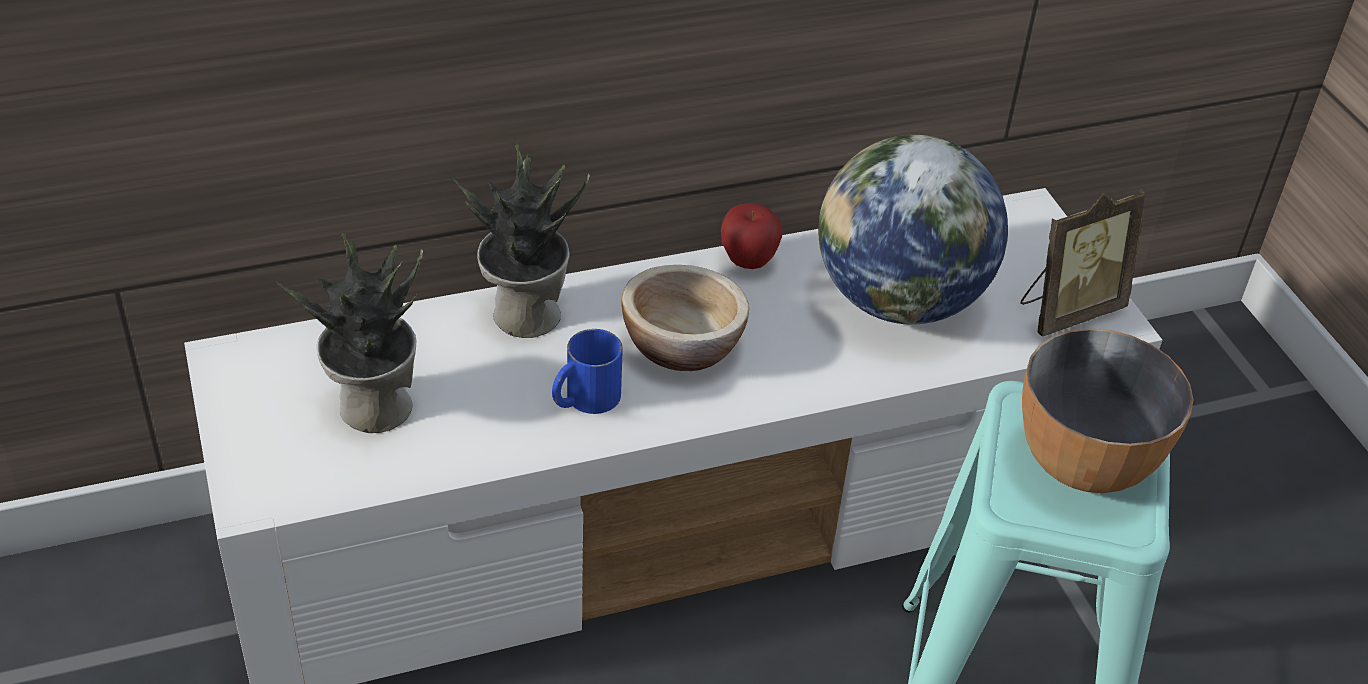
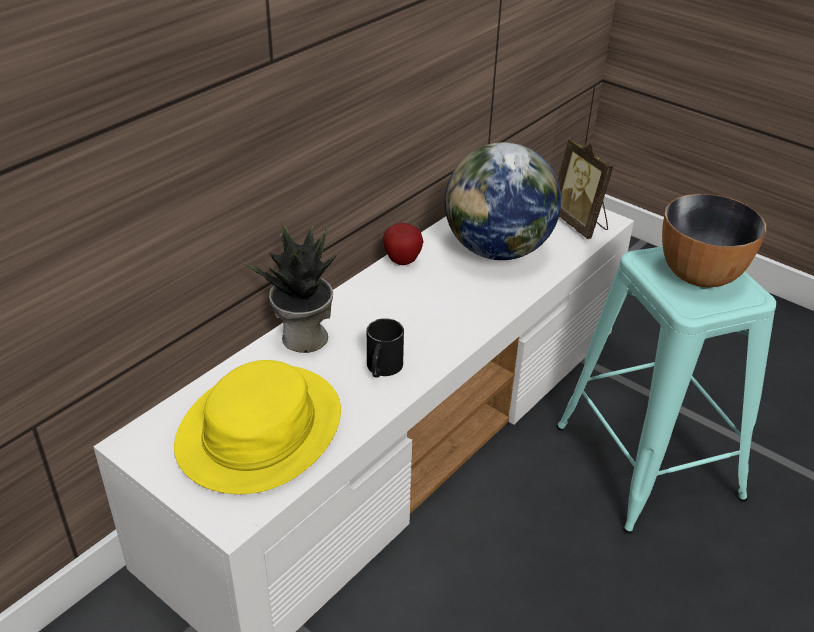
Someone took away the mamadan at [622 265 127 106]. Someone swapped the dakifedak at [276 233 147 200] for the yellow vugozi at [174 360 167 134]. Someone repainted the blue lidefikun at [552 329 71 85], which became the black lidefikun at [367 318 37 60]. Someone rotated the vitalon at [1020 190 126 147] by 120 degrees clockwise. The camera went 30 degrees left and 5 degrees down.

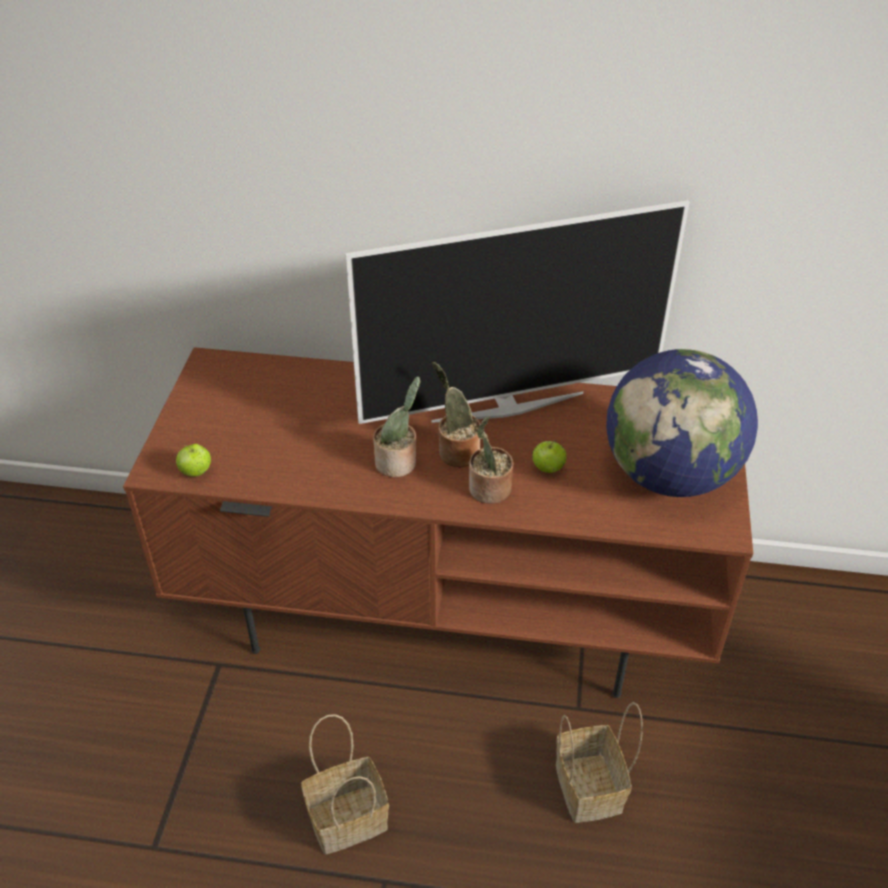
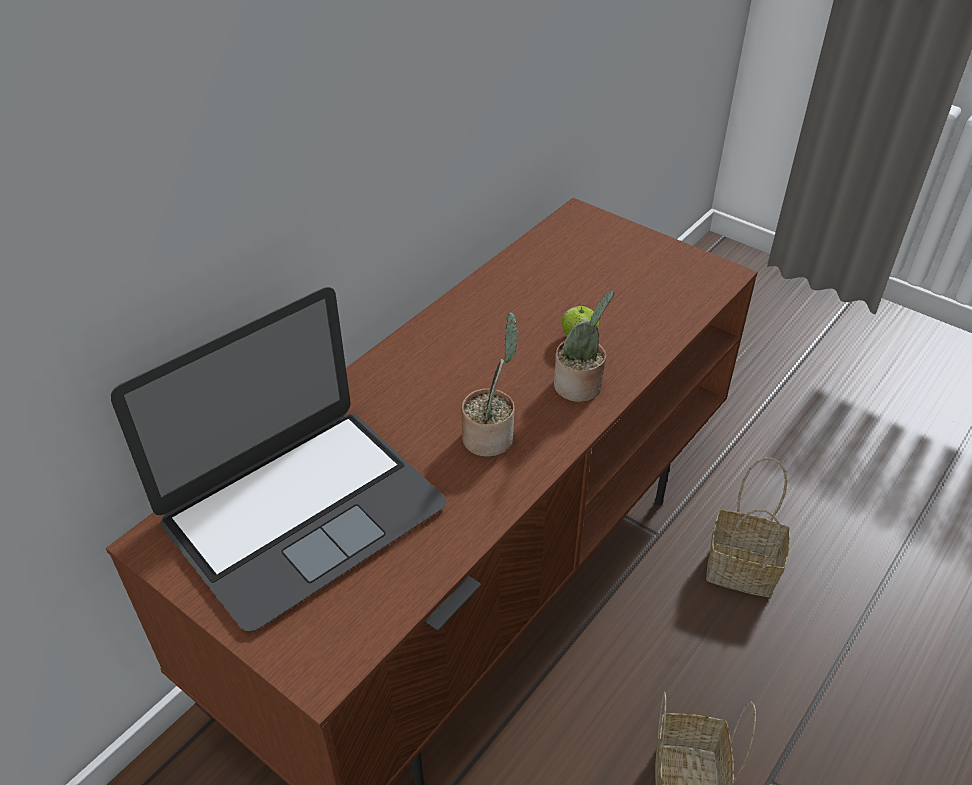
Someone took away the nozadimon at [176 444 35 33]. Someone took away the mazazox at [345 200 345 224]. Someone took away the dakifedak at [432 362 48 105]. Someone took away the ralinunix at [606 349 152 148]. Someone put down the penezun at [111 287 336 345]. The camera went 60 degrees left and 0 degrees up.

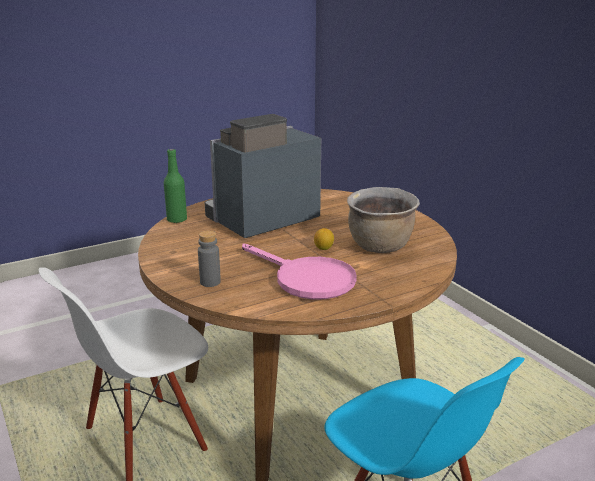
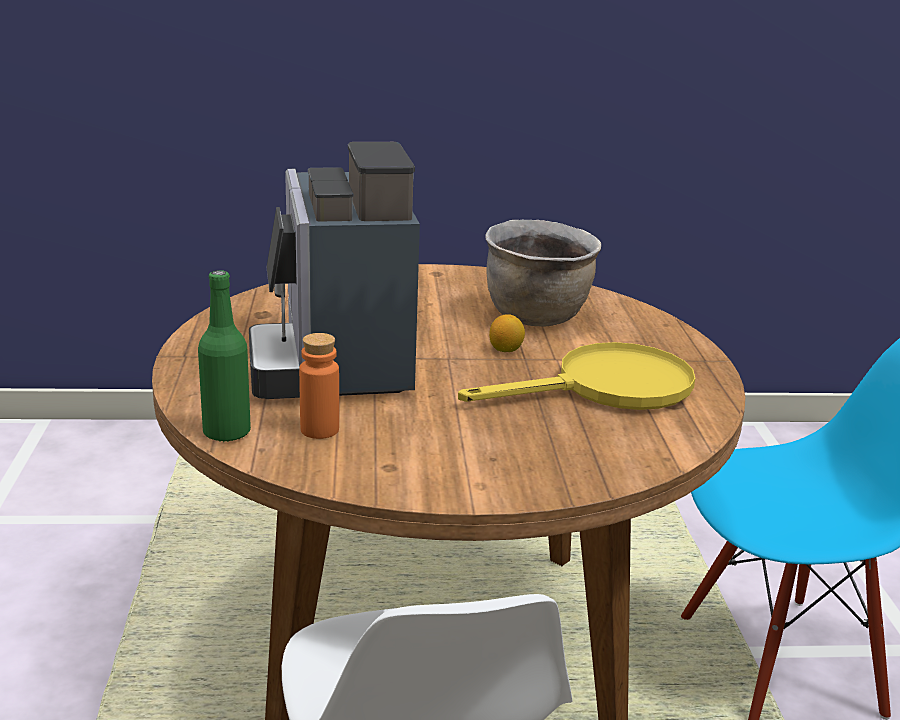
Someone took away the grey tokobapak at [198 231 23 56]. Someone put down the orange tokobapak at [299 333 40 106]. Someone repainted the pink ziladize at [242 244 115 56], which became the yellow ziladize at [458 342 237 68]. The camera went 65 degrees left and 0 degrees up.

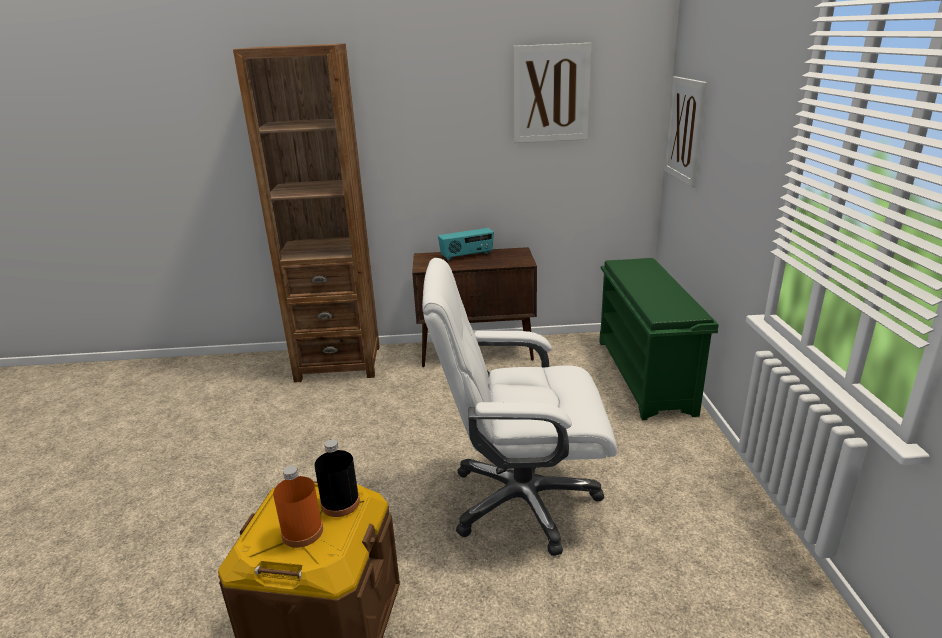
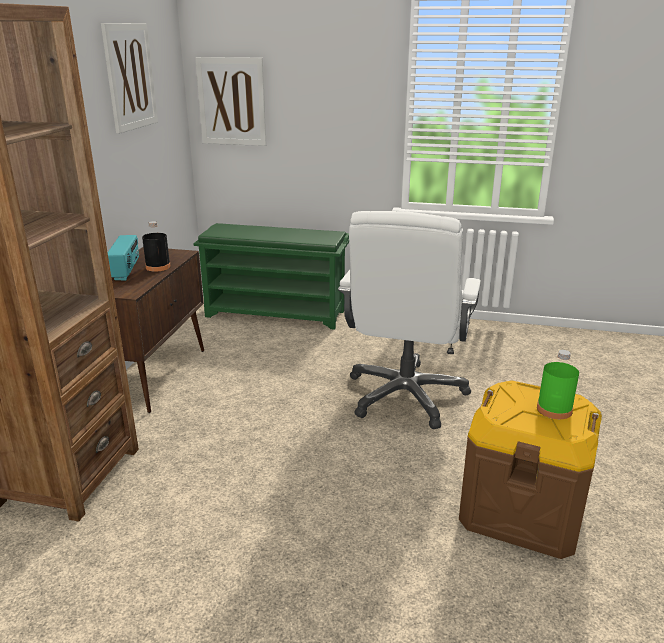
Someone carried the black tokobapak from [315 439 45 78] to [142 221 29 51]. Someone repainted the orange tokobapak at [273 466 50 82], which became the green tokobapak at [537 350 42 69]. The camera went 75 degrees left and 0 degrees up.

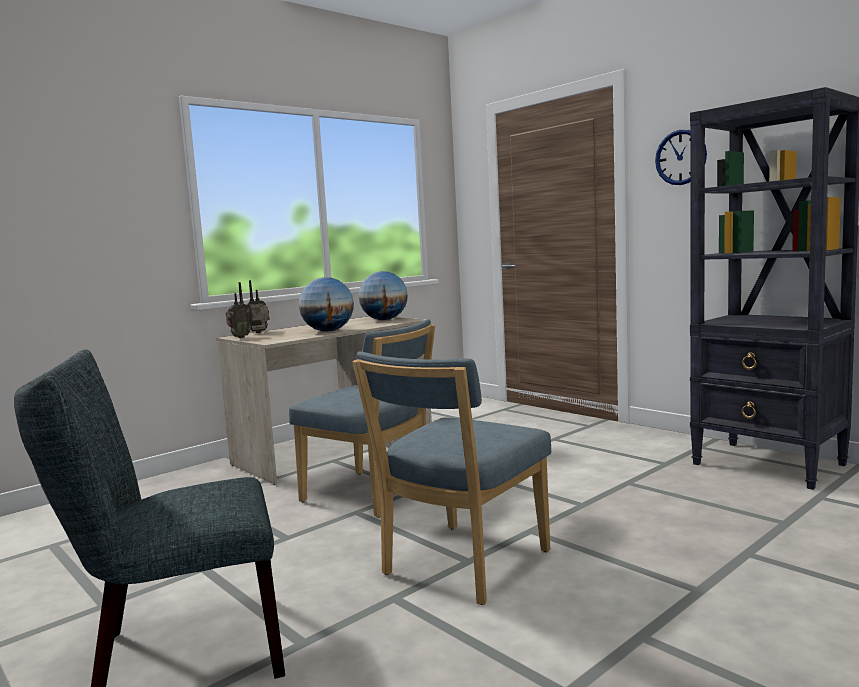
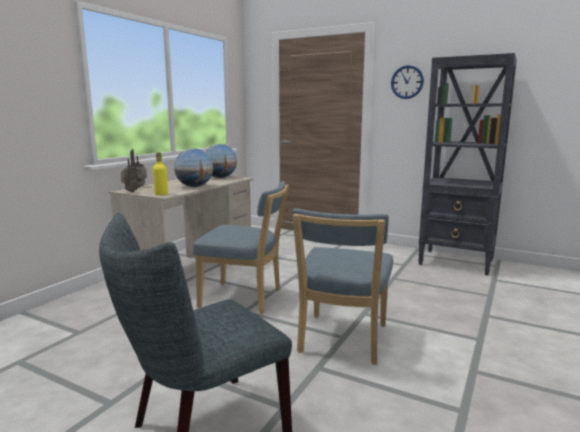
Someone put down the yellow tokobapak at [153 152 15 44]. The camera went 20 degrees left and 5 degrees up.

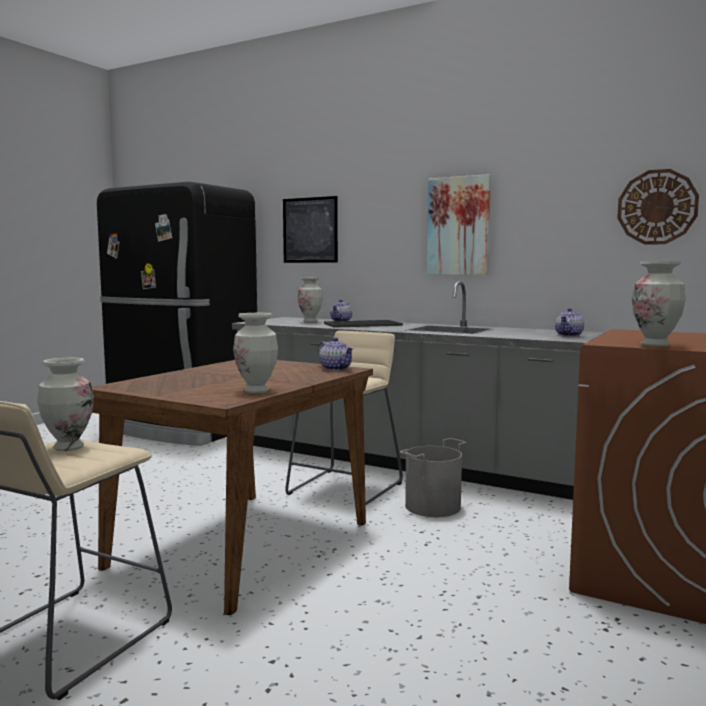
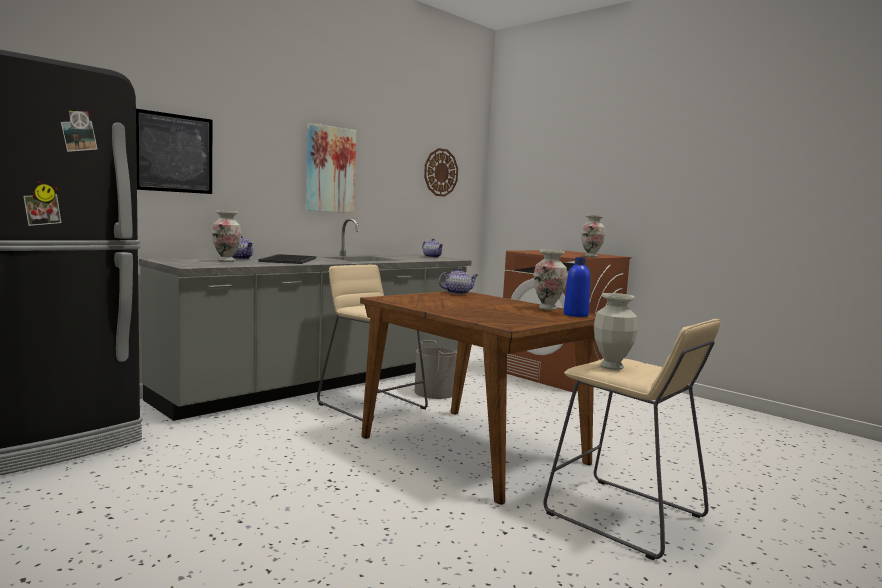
Someone put down the blue tokobapak at [563 257 28 60]. The camera went 75 degrees left and 0 degrees up.

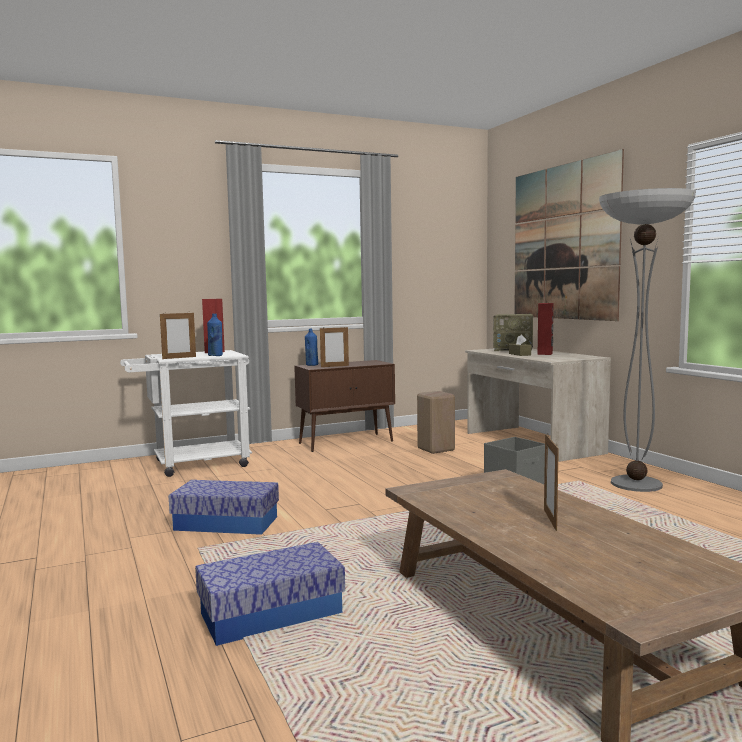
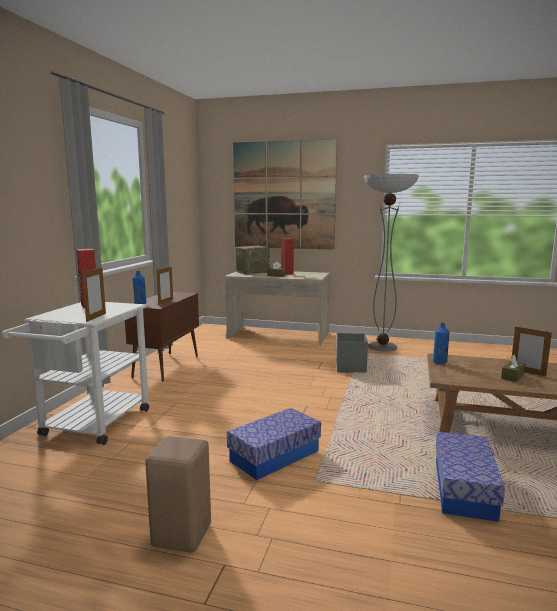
Someone put down the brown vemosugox at [501 355 24 27]. Someone carried the blue tokobapak from [207 314 16 42] to [433 323 16 41]. Someone carried the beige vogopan from [417 391 38 63] to [145 436 66 117]. The camera went 50 degrees left and 5 degrees up.

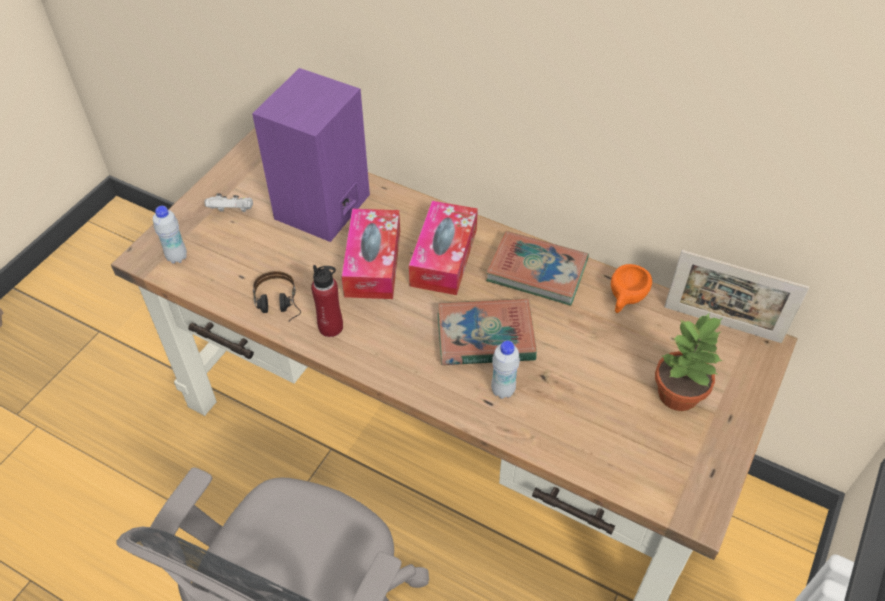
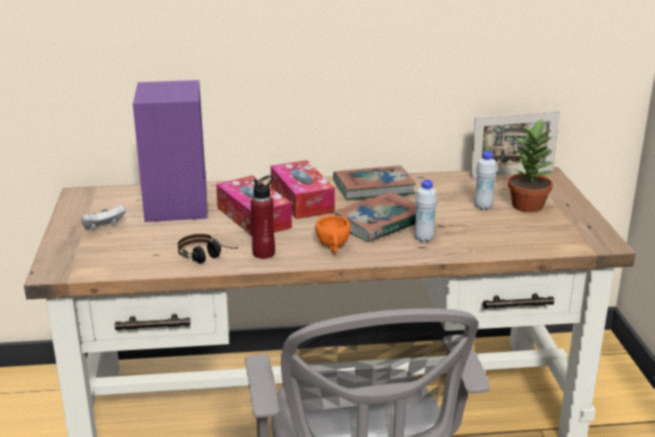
Someone carried the white tokobapak from [153 206 34 58] to [474 151 23 59]. Someone carried the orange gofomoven from [611 264 41 49] to [315 216 36 38]. The camera went 35 degrees left and 25 degrees down.

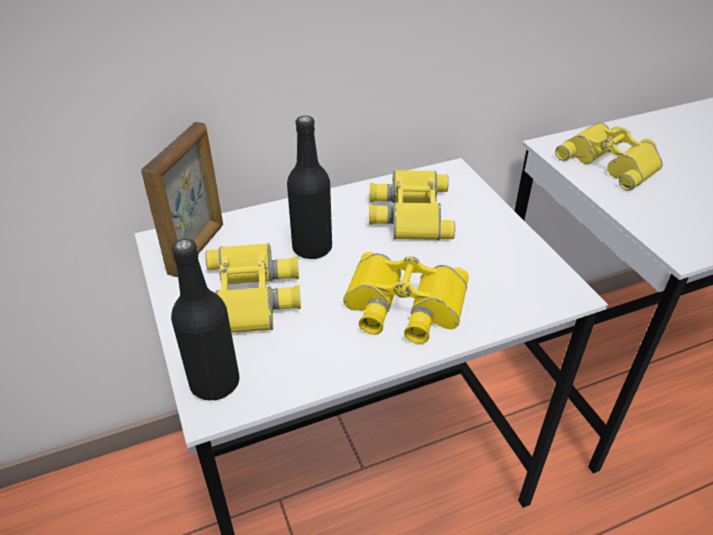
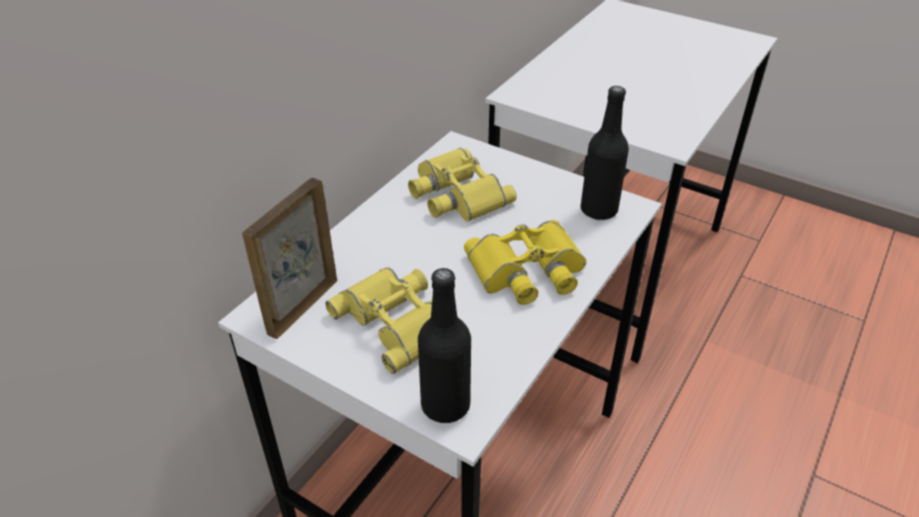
Someone took away the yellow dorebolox at [556 123 107 67]. Someone carried the black tokobapak from [287 116 45 143] to [581 86 48 134]. Someone rotated the vitalon at [141 122 82 155] by 135 degrees counterclockwise. The camera went 35 degrees left and 0 degrees up.

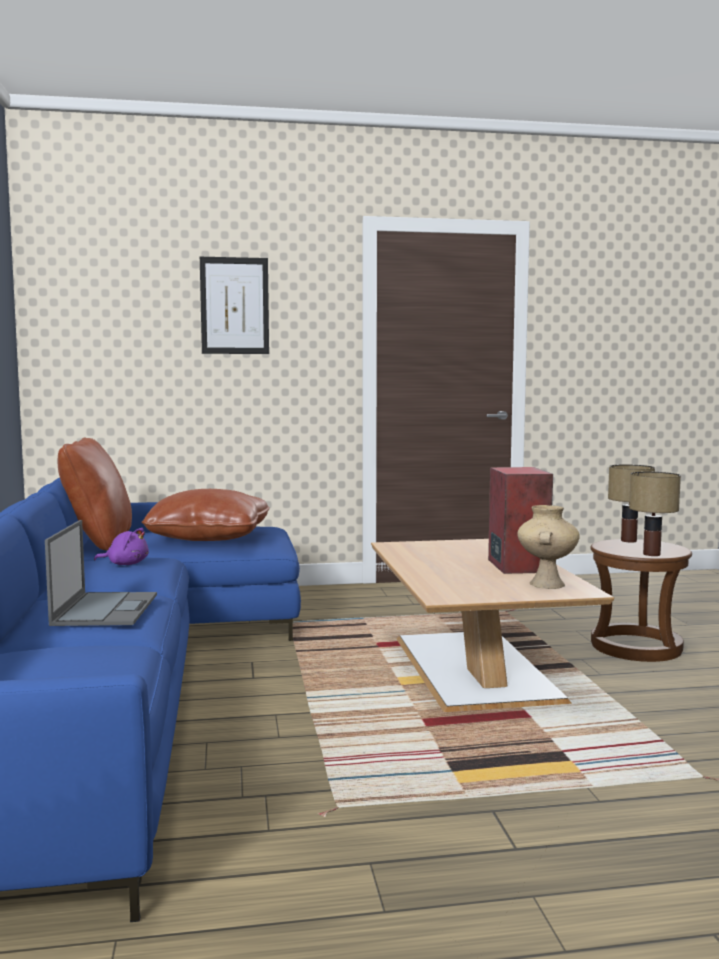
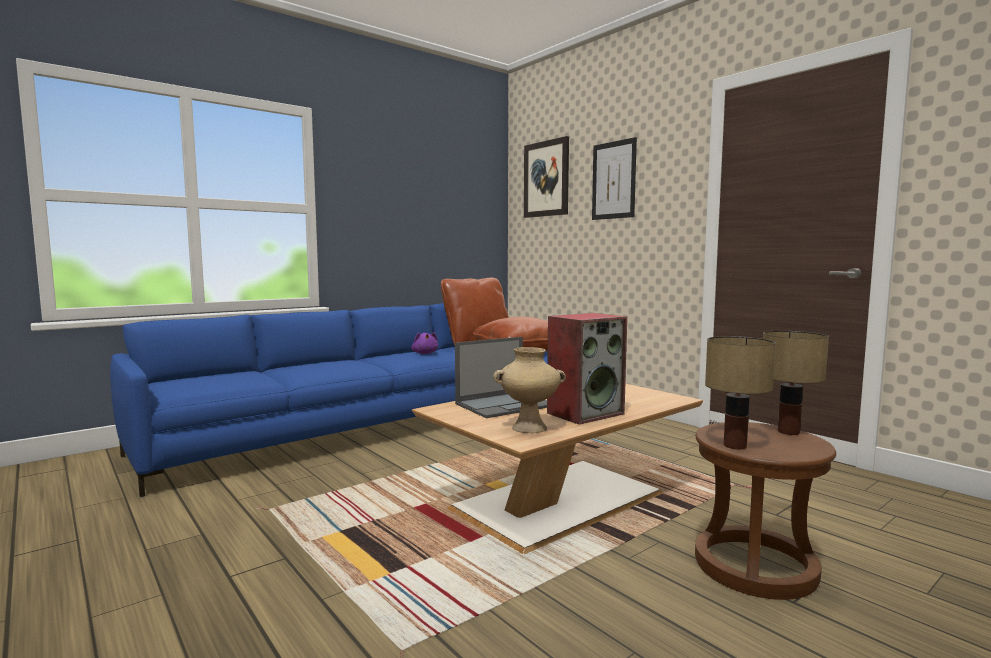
Someone put up the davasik at [524 136 45 82]. Someone carried the penezun from [45 520 112 106] to [455 337 92 81]. The camera went 60 degrees right and 0 degrees up.

